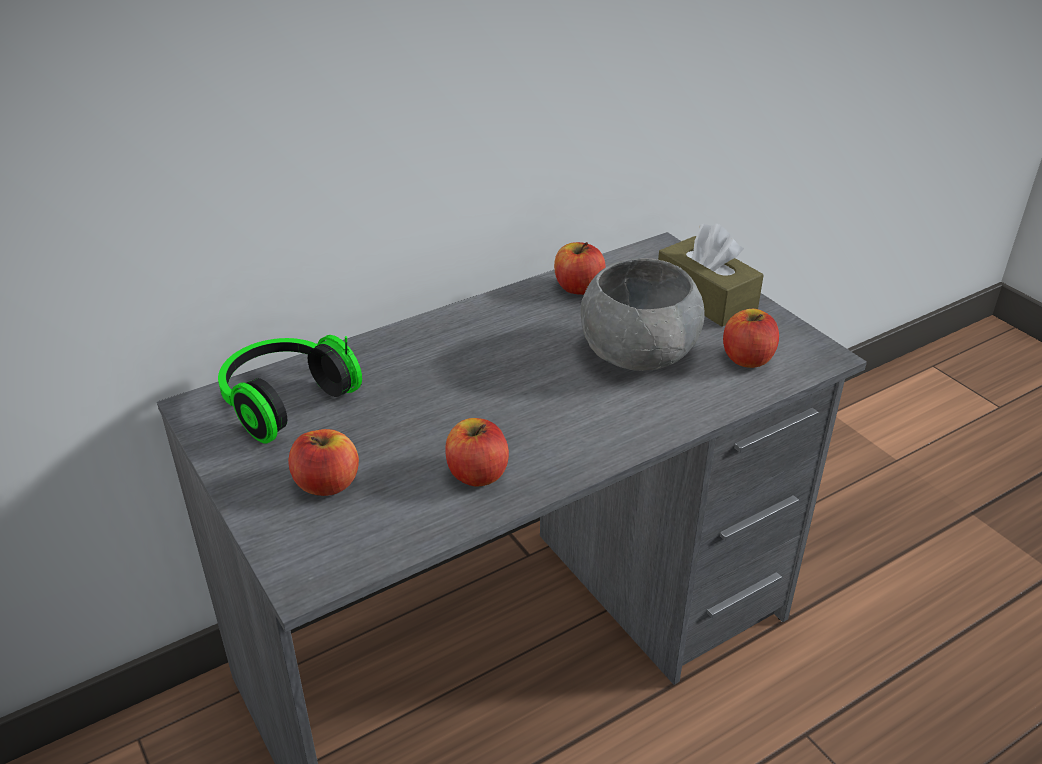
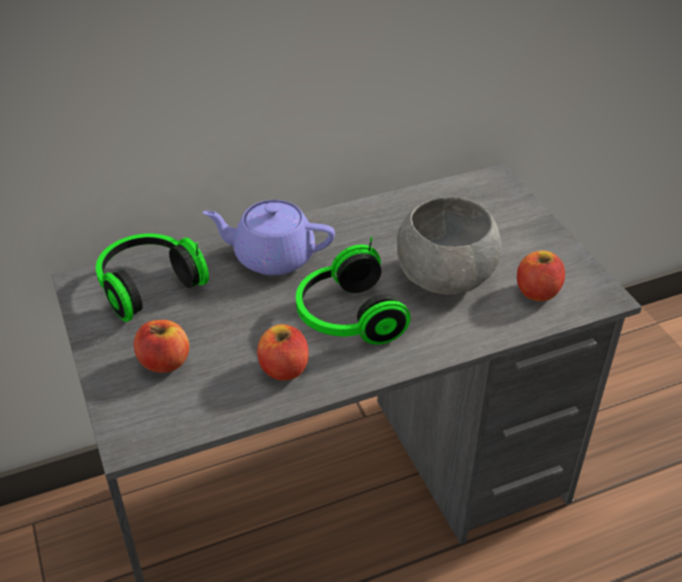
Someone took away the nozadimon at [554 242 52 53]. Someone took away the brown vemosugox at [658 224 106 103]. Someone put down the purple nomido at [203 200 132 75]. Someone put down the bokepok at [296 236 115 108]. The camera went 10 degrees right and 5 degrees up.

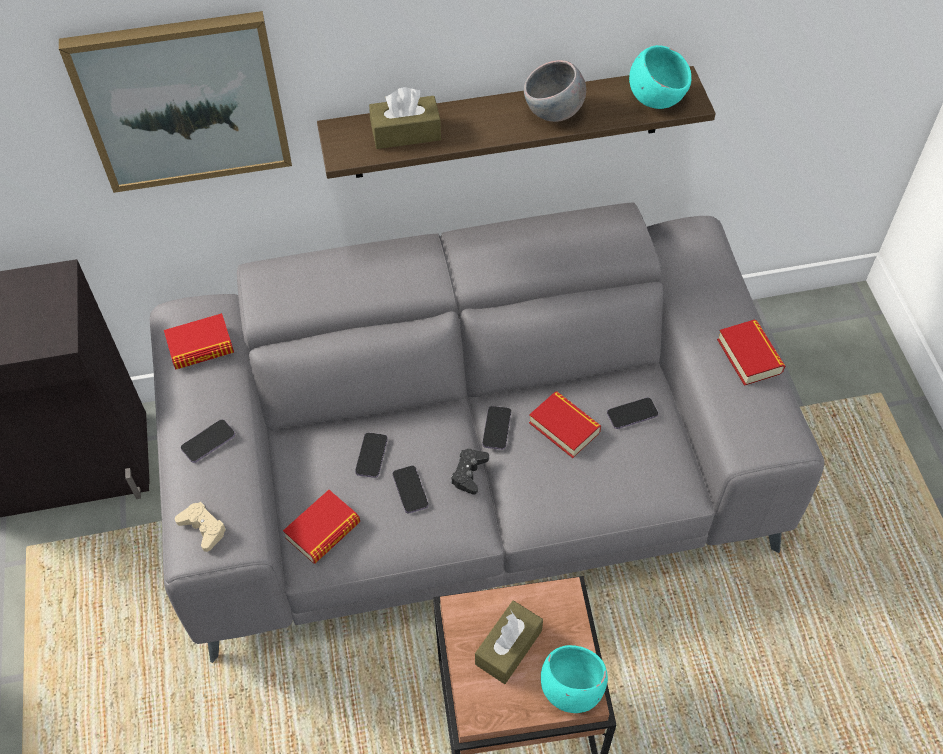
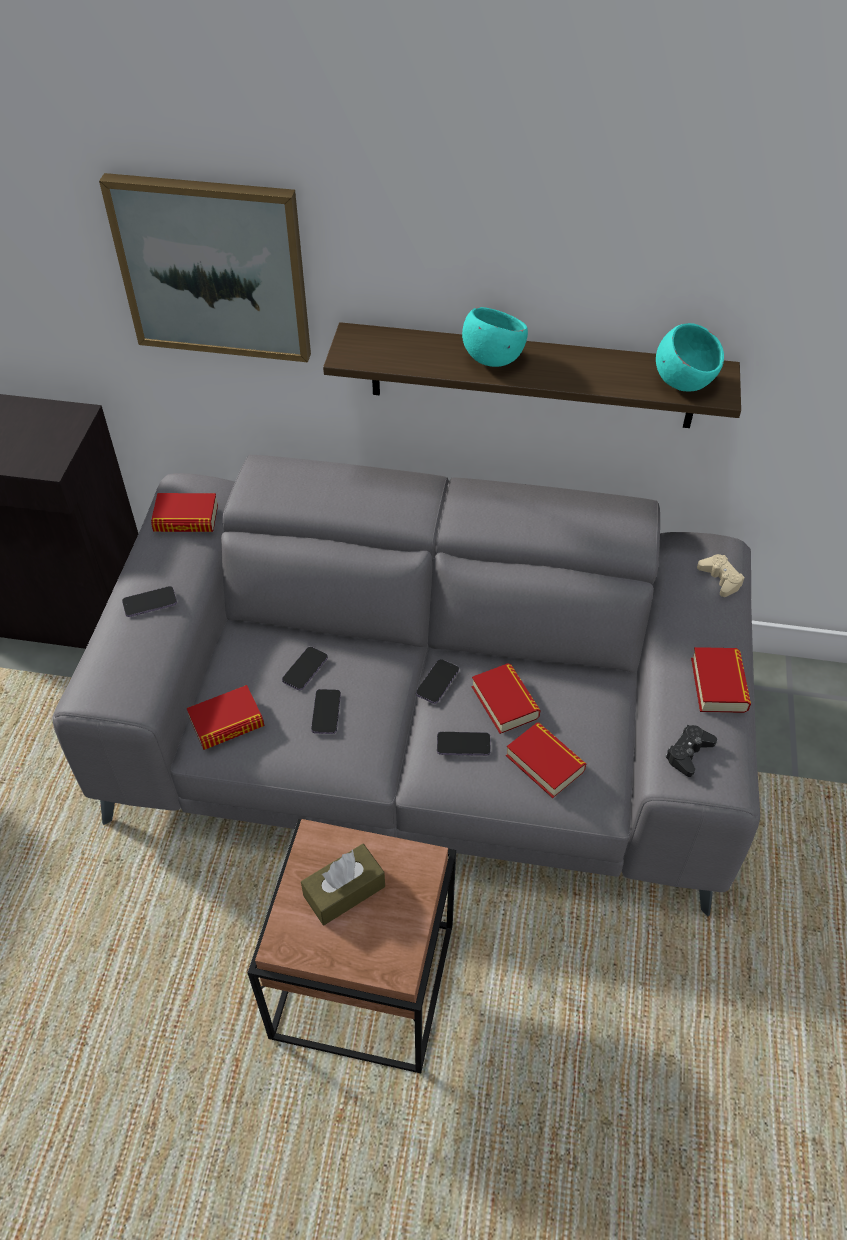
Someone took away the brown vemosugox at [369 87 72 62]. Someone took away the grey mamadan at [524 60 62 62]. Someone put down the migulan at [506 723 80 75]. Someone carried the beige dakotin from [175 502 52 50] to [697 554 47 43]. Someone carried the black dakotin from [451 449 38 46] to [665 725 52 52]. Someone carried the turquoise mamadan from [541 645 67 68] to [462 307 66 60]. Someone carried the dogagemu from [607 397 51 32] to [437 732 54 24]. The camera went 20 degrees right and 5 degrees down.

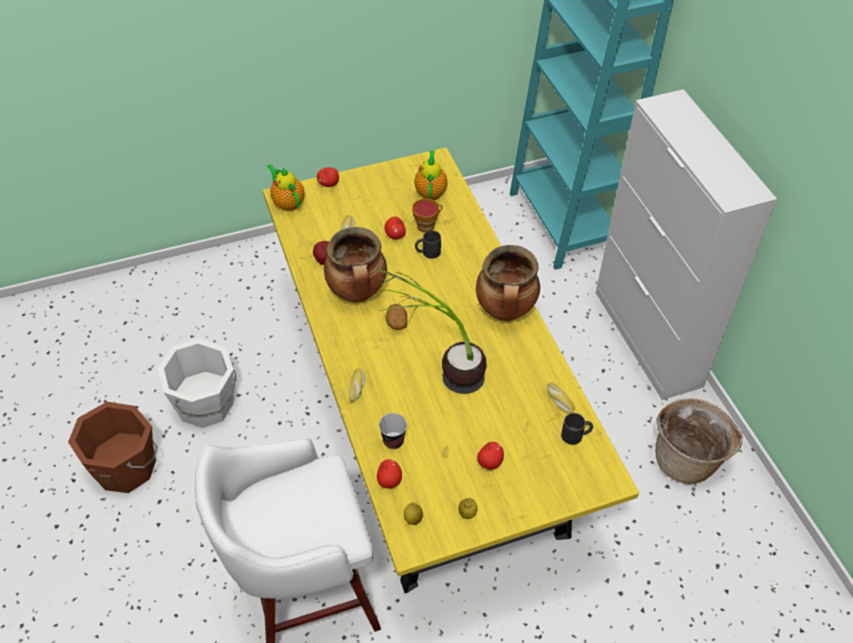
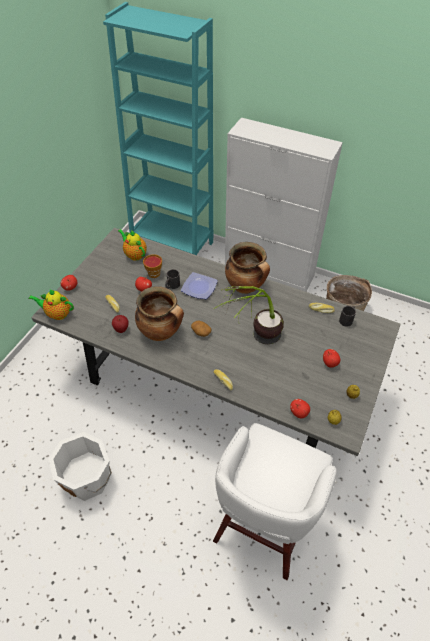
Someone took away the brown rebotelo at [68 402 90 91]. Someone took away the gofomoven at [379 413 28 36]. Someone put down the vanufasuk at [181 272 37 27]. Someone repainted the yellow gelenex at [263 148 376 445], which became the grey gelenex at [31 228 370 228]. The camera went 45 degrees left and 0 degrees up.

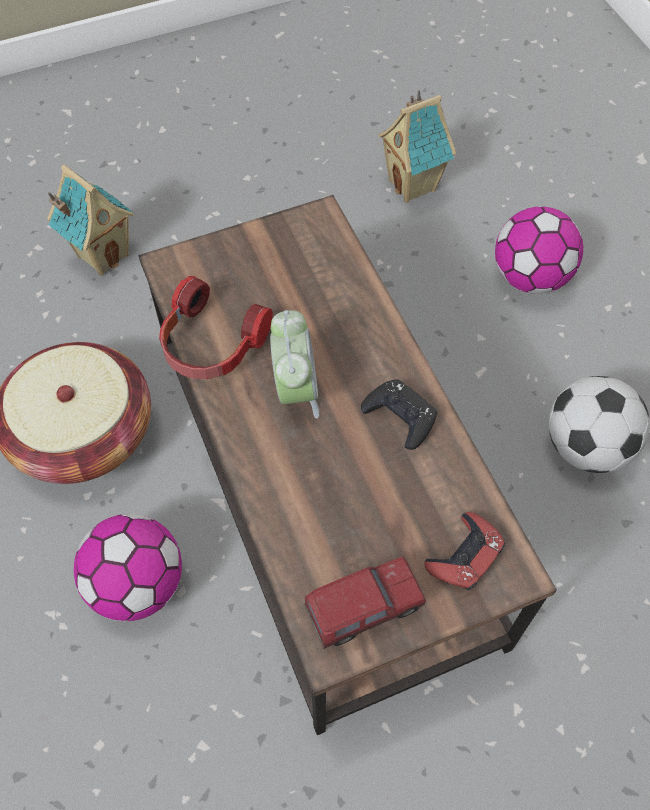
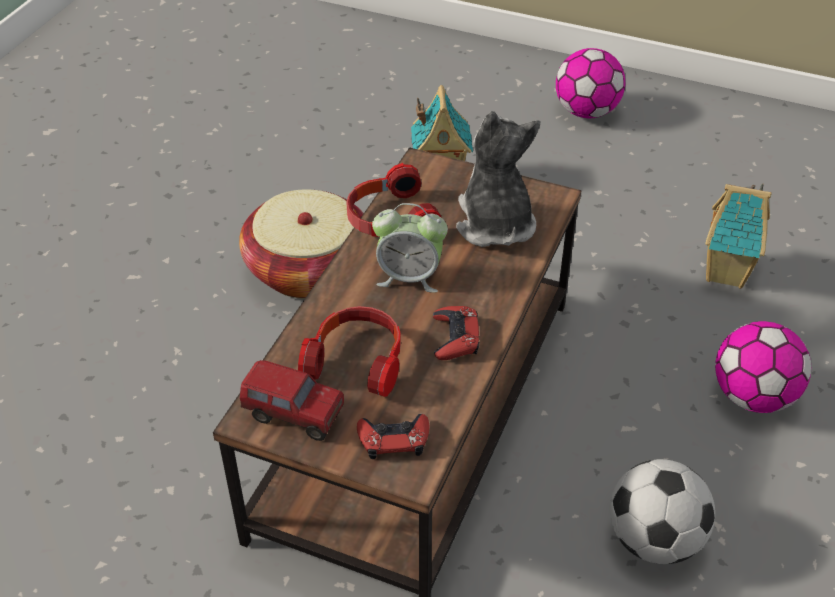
Someone put down the bokepok at [298 306 103 91]. Someone put down the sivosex at [456 111 84 136]. Someone carried the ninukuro from [74 514 108 107] to [556 48 69 70]. Someone repainted the black dakotin at [361 379 76 71], which became the red dakotin at [433 306 47 54]. Someone rotated the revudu at [270 310 49 108] by 60 degrees clockwise. The camera went 45 degrees right and 15 degrees down.

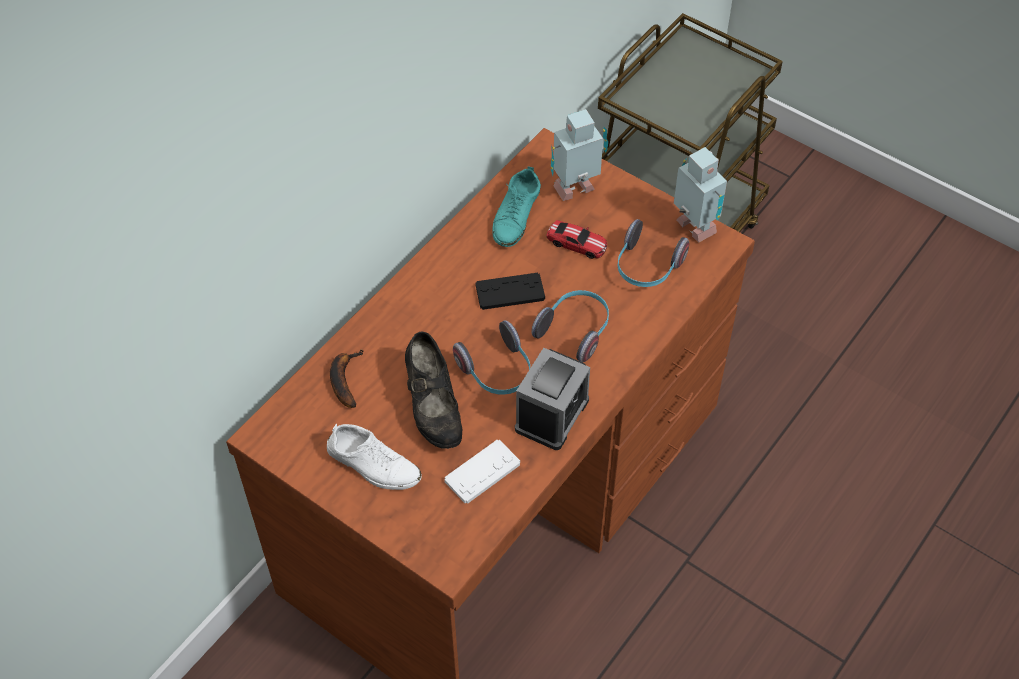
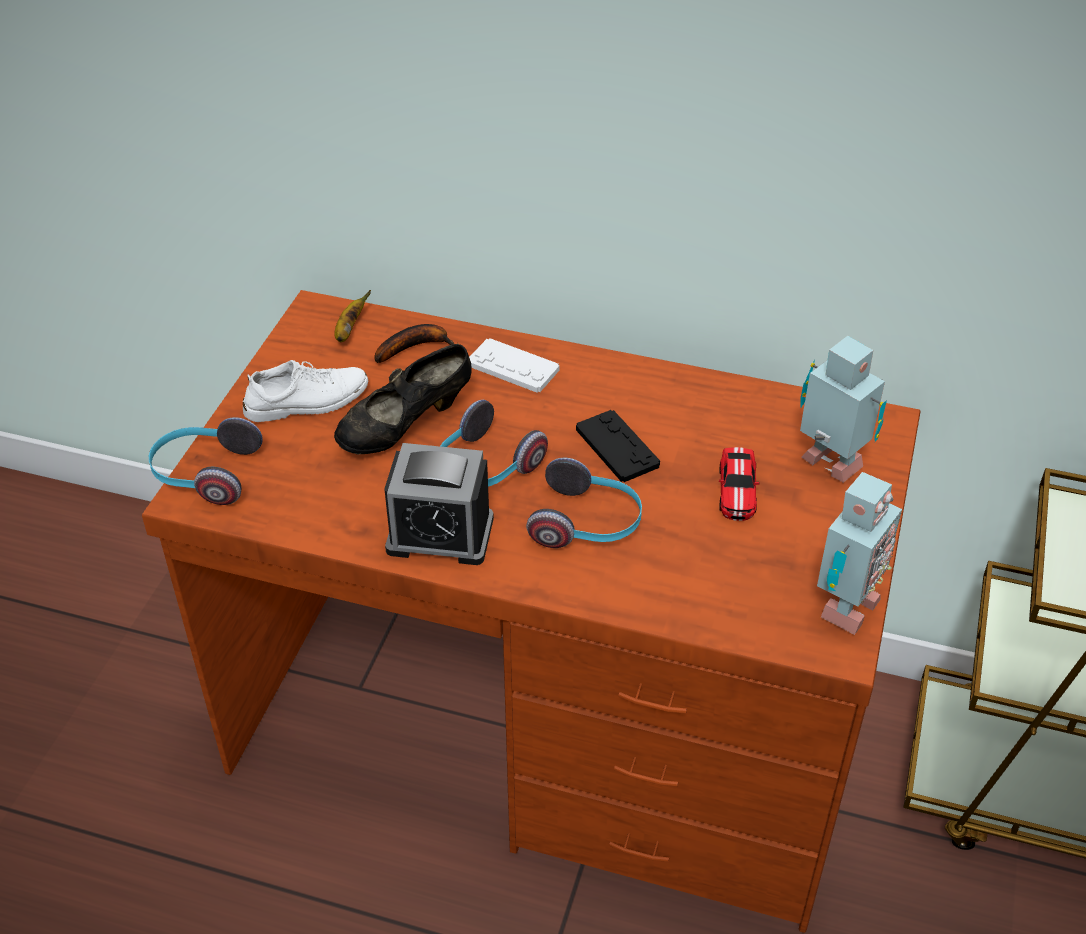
Someone took away the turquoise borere at [492 166 49 81]. Someone put down the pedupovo at [334 290 37 52]. Someone carried the white dakotin from [444 440 76 64] to [469 338 91 55]. Someone carried the bokepok from [618 219 71 68] to [149 417 114 88]. Someone rotated the white borere at [327 424 95 66] by 120 degrees counterclockwise. The camera went 70 degrees right and 10 degrees down.

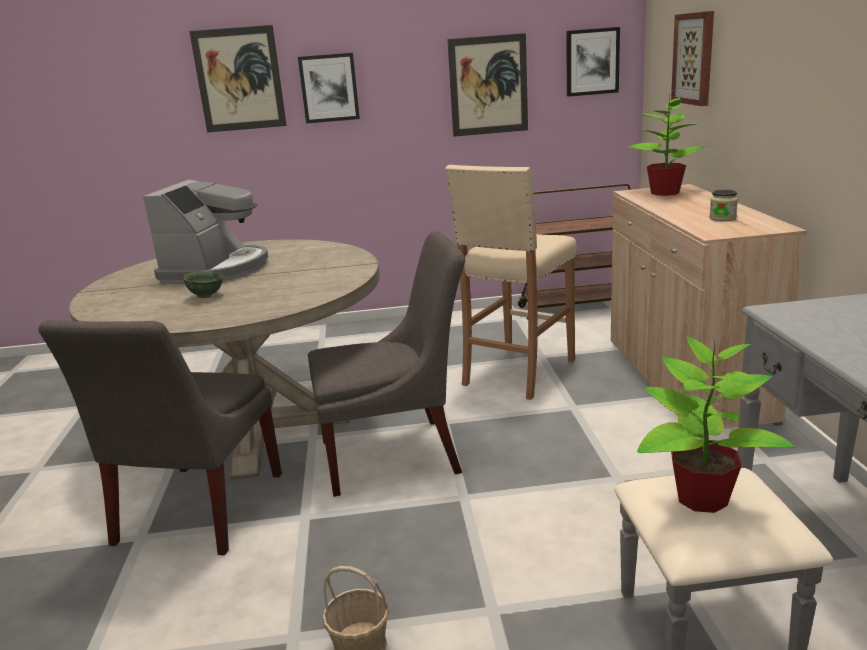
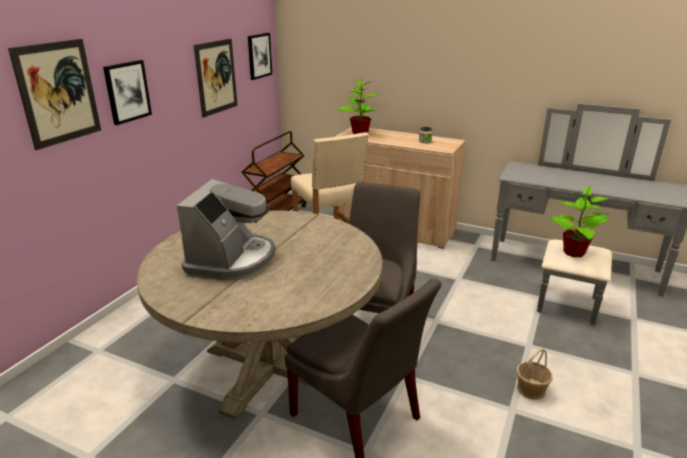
Someone took away the green mamadan at [183 271 41 27]. Someone took away the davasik at [671 11 43 95]. Someone rotated the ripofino at [143 180 125 104] by 60 degrees clockwise. The camera went 60 degrees left and 5 degrees up.

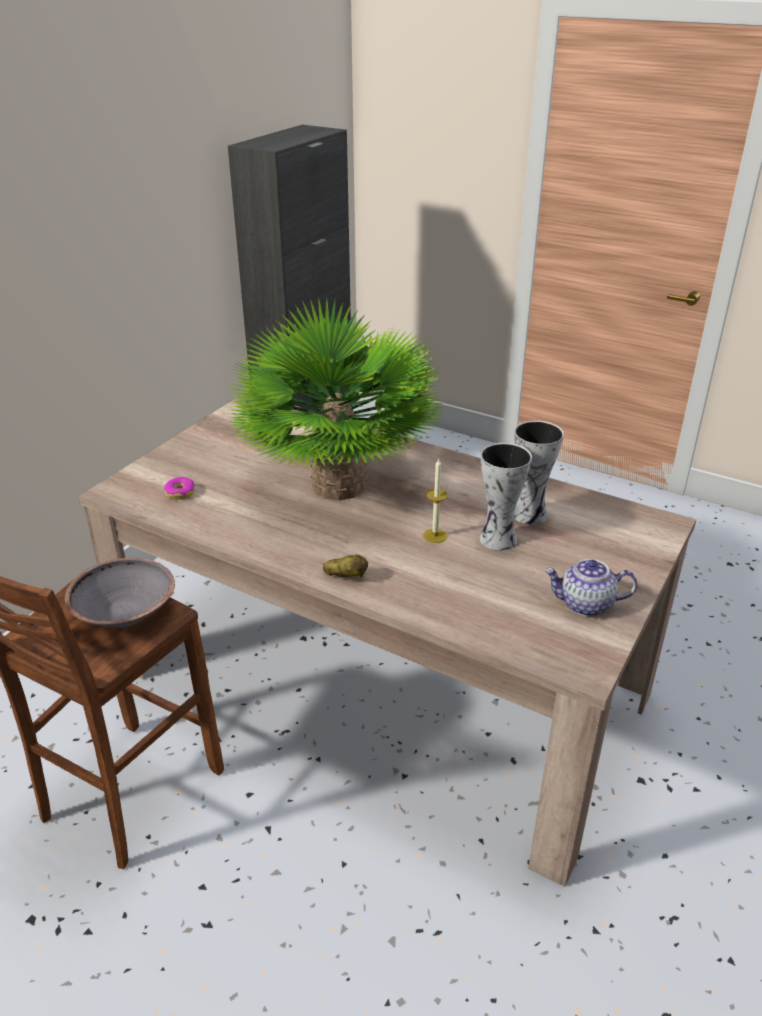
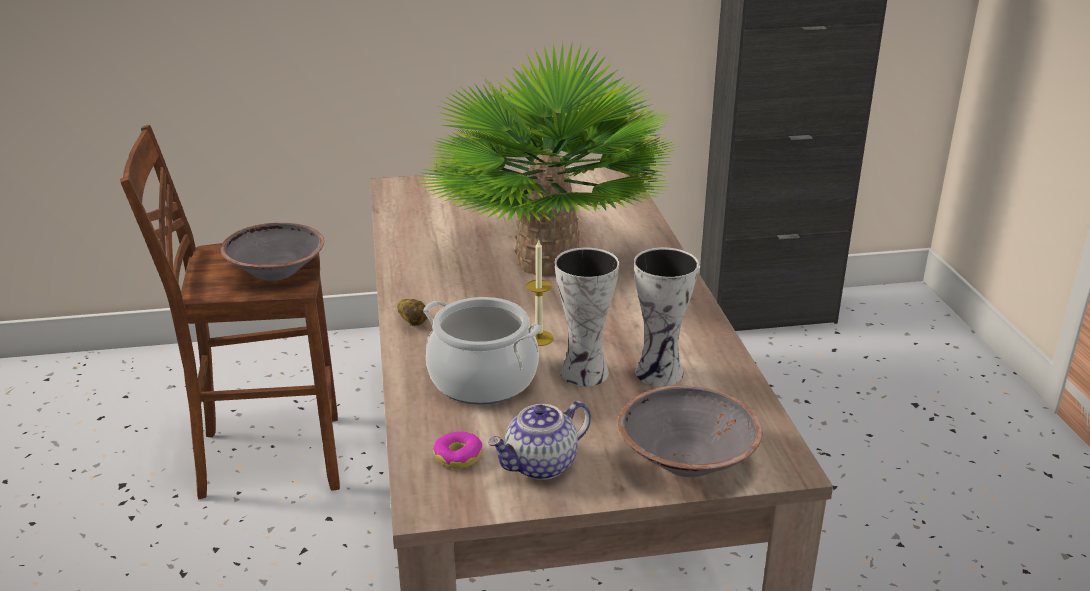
Someone put down the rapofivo at [423 297 118 108]. Someone put down the grey mamadan at [618 386 144 91]. Someone carried the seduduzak from [164 477 31 22] to [433 431 49 38]. Someone rotated the nomido at [544 559 93 57] by 90 degrees counterclockwise. The camera went 50 degrees right and 5 degrees down.

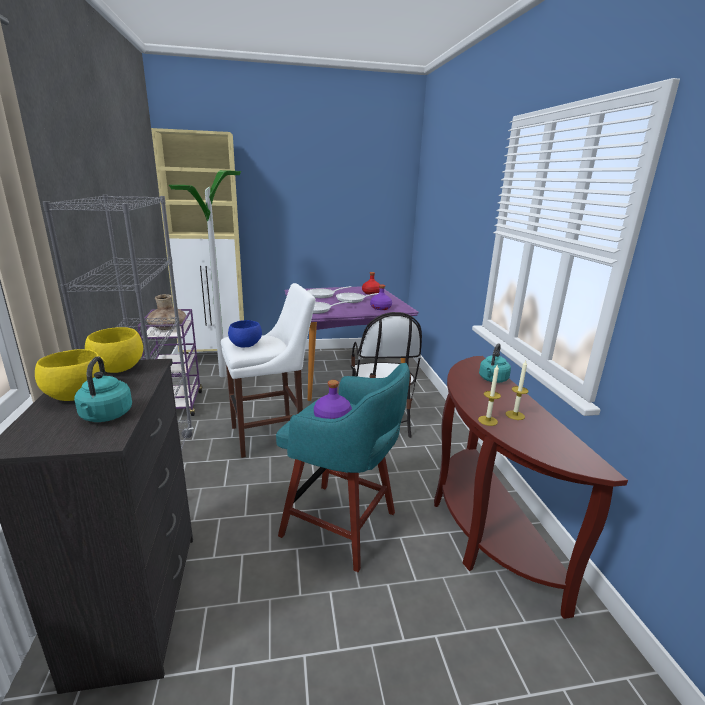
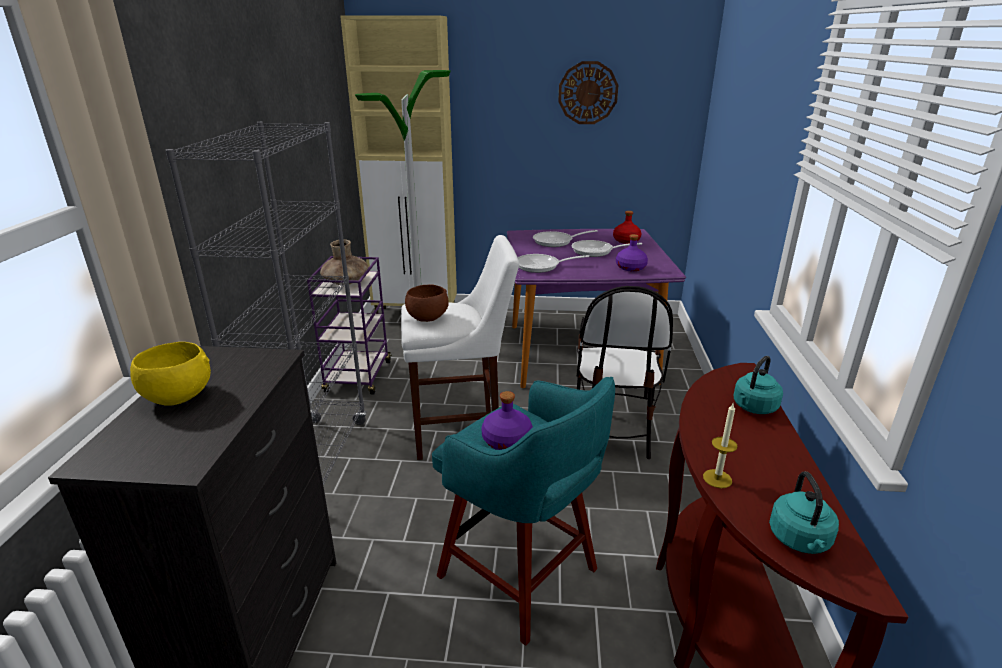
Someone took away the yellow mamadan at [85 327 58 46]. Someone took away the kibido at [506 361 23 59]. Someone put up the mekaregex at [558 61 60 63]. Someone carried the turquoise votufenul from [74 356 58 66] to [769 471 70 83]. Someone repainted the blue mamadan at [228 320 34 28], which became the brown mamadan at [405 284 44 38]. The camera went 15 degrees right and 5 degrees up.

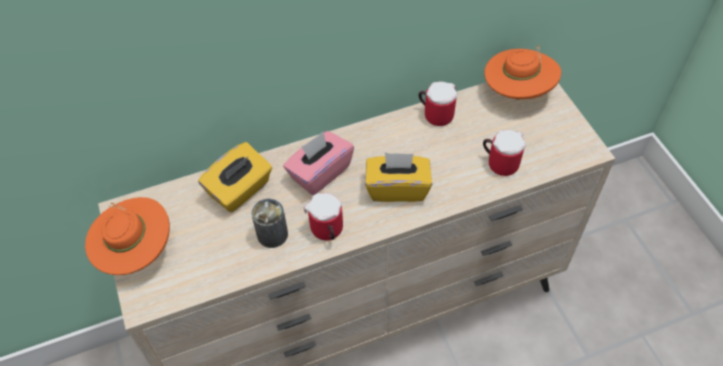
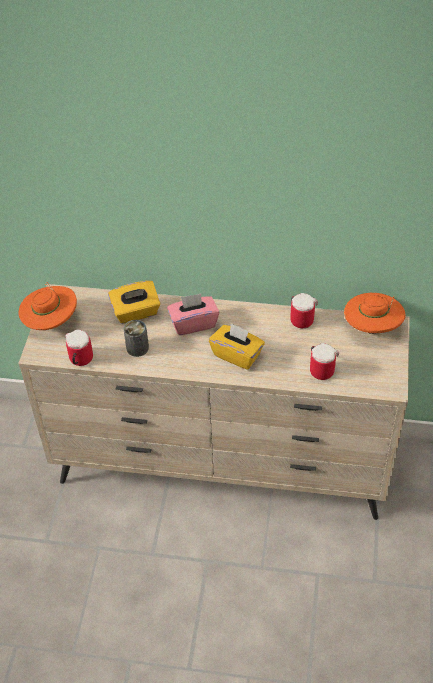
Someone carried the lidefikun from [303 193 40 47] to [65 330 28 36]. The camera went 30 degrees right and 5 degrees down.

